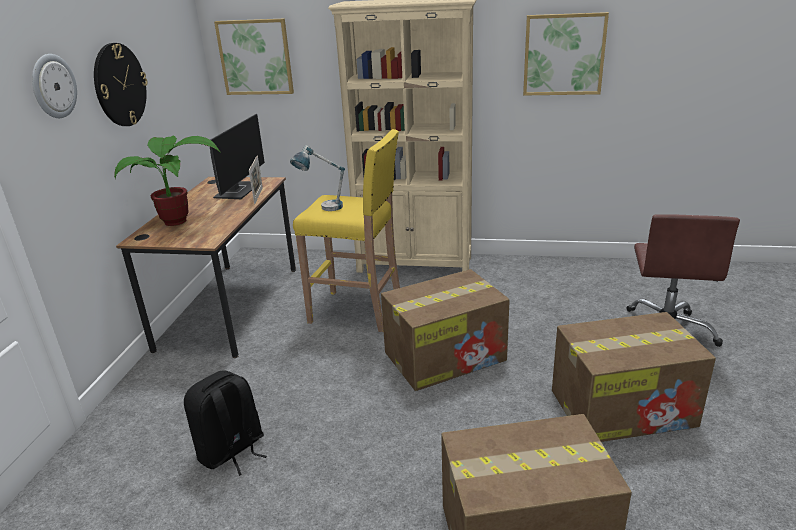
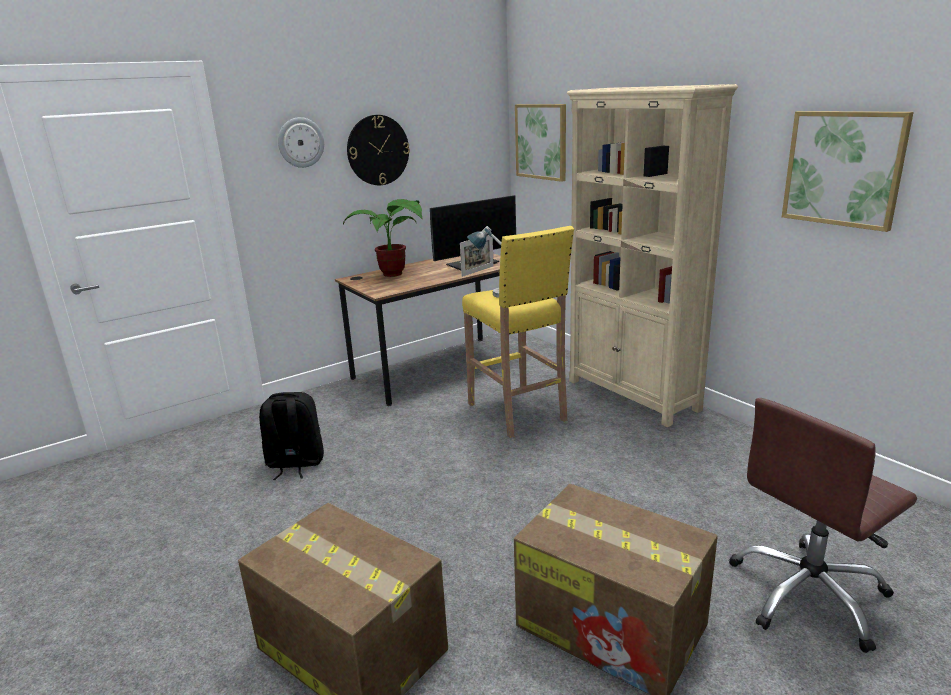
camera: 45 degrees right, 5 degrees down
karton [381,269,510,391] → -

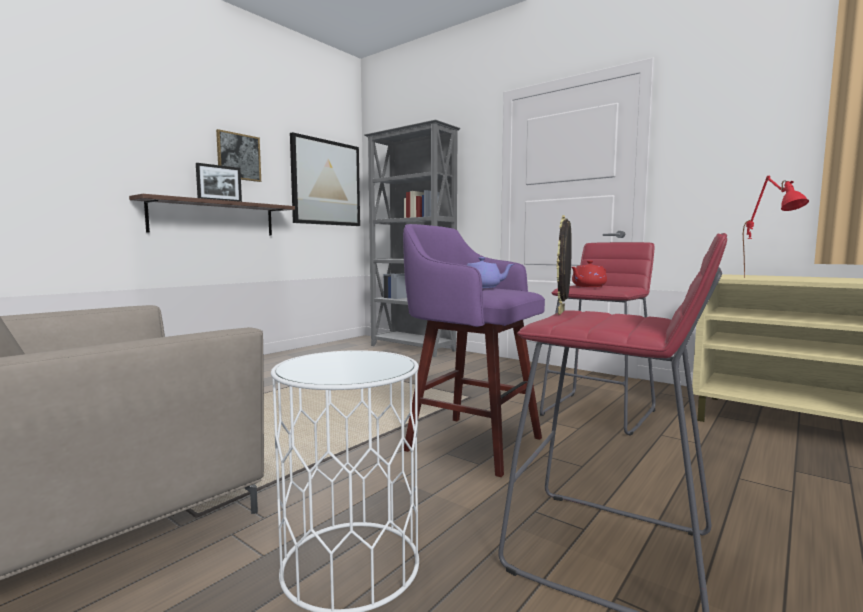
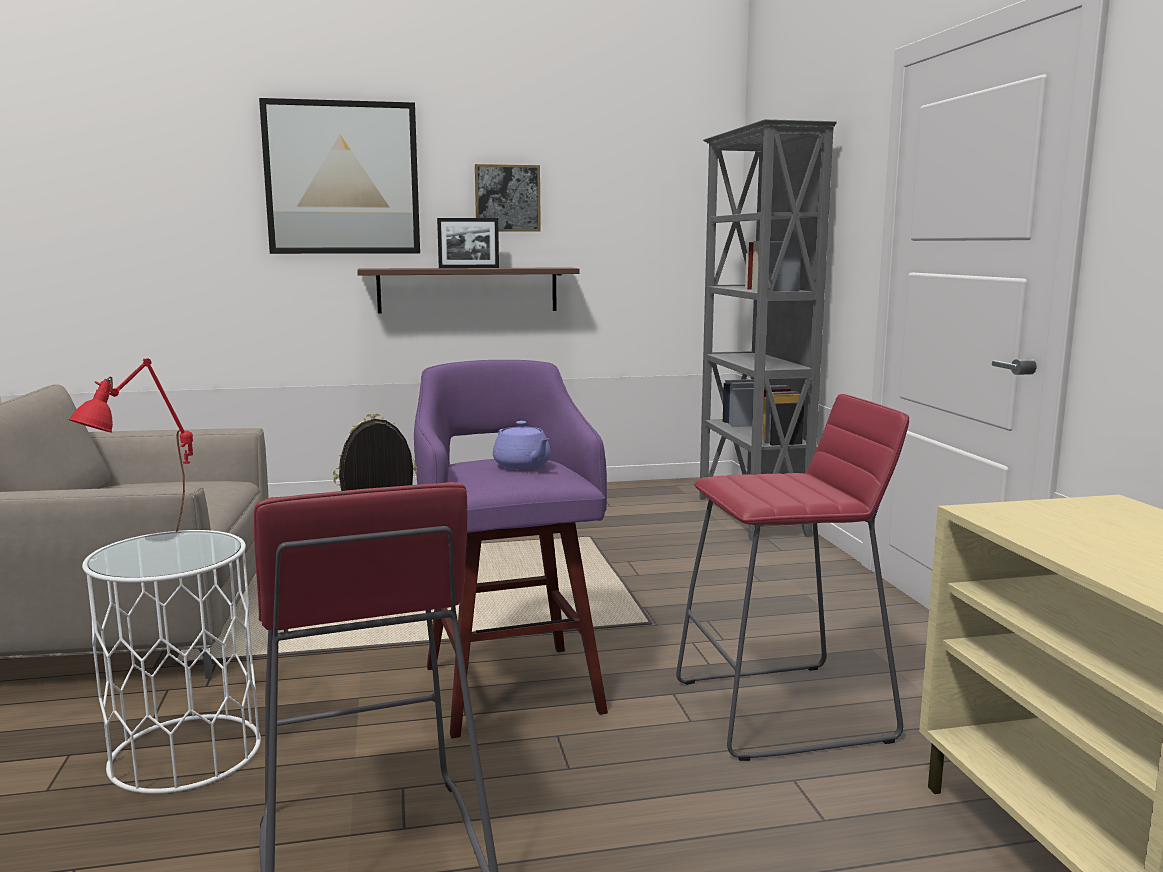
camera: 40 degrees right, 5 degrees up
imbryk/czerwony [571,260,607,287] → -
obraz [290,132,360,226] → obraz [259,98,420,254], relocated
lampa stołowa/czerwony [743,175,809,278] → lampa stołowa/czerwony [68,358,193,532], relocated

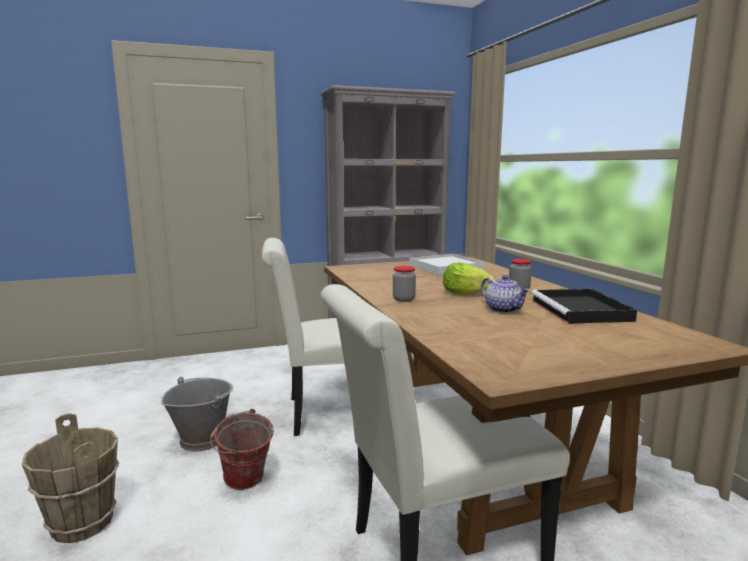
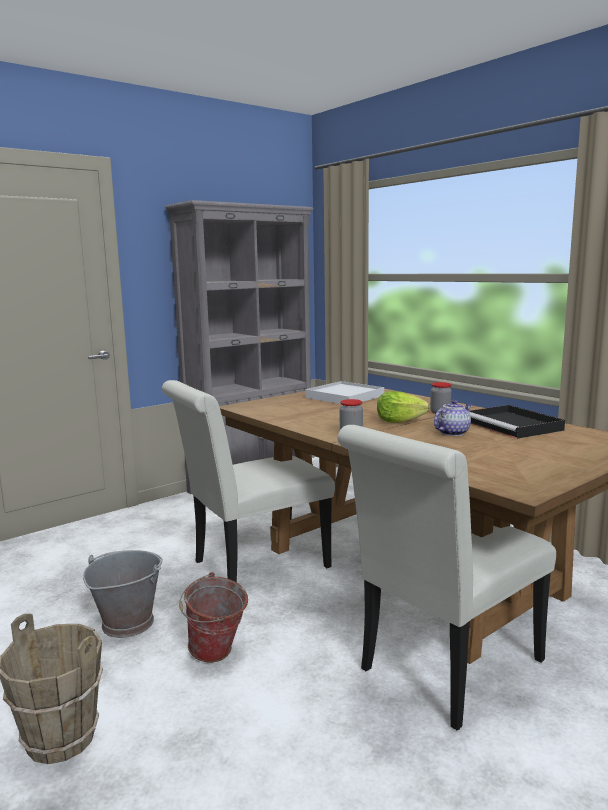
camera: 20 degrees left, 0 degrees up
imbryk [481,275,530,313] → imbryk [434,400,471,436], 75 degrees counterclockwise

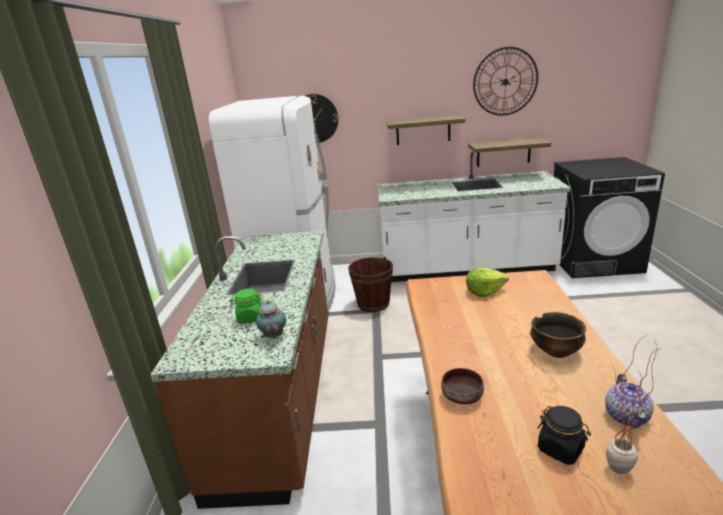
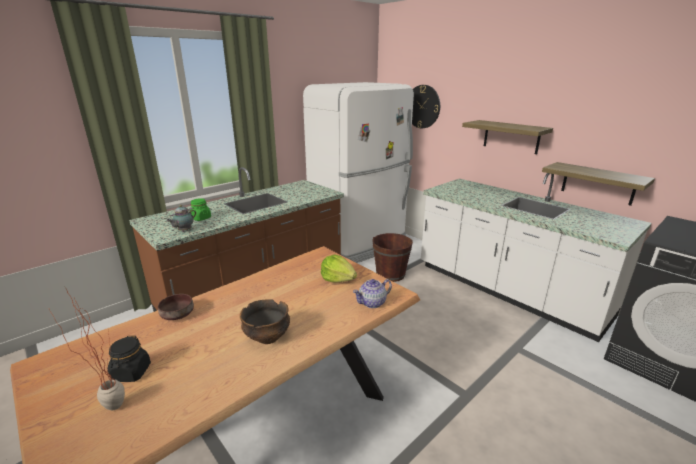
camera: 45 degrees right, 0 degrees up
zegar ścienny [473,47,538,116] → -
imbryk [605,374,654,428] → imbryk [353,279,392,308], relocated

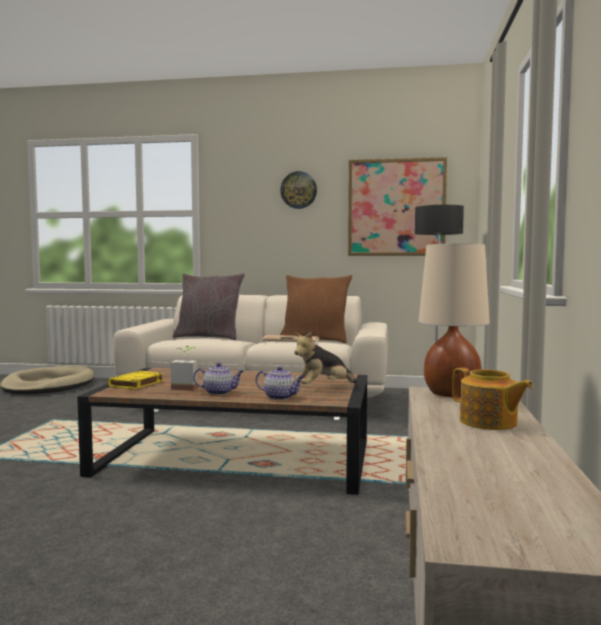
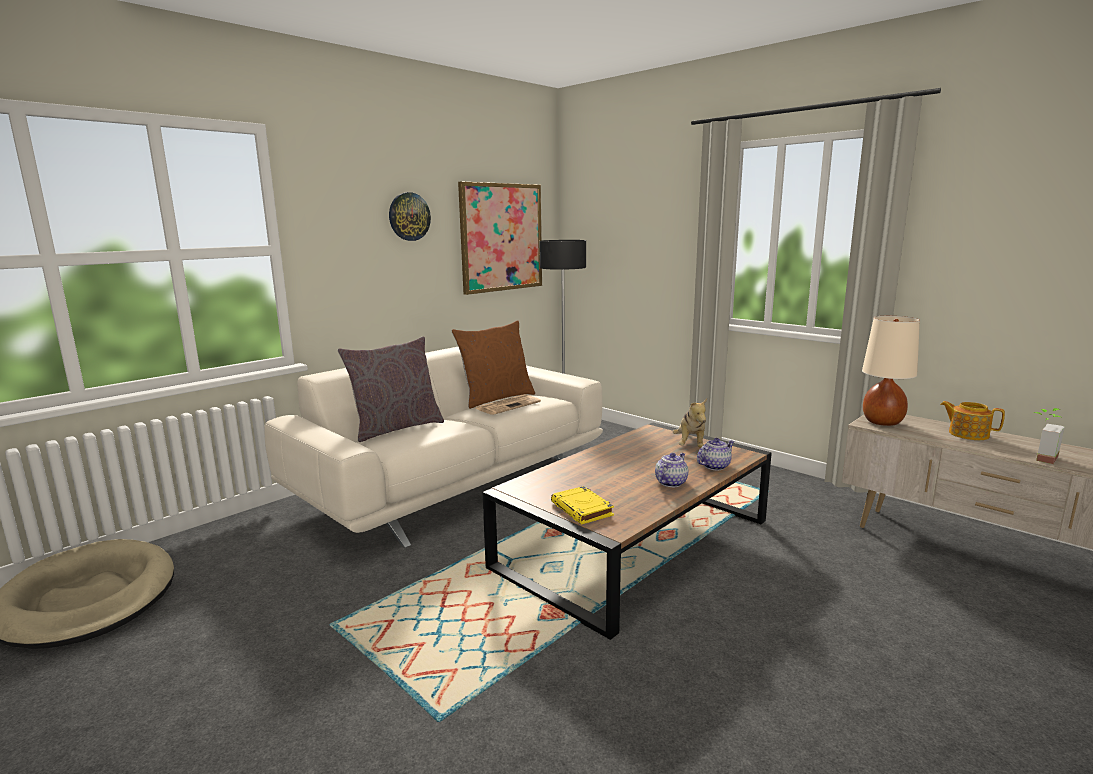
camera: 55 degrees left, 10 degrees up
roślina doniczkowa [171,346,198,391] → roślina doniczkowa [1033,408,1065,464], relocated
imbryk [452,367,533,430] → imbryk [940,401,1005,440], 135 degrees counterclockwise

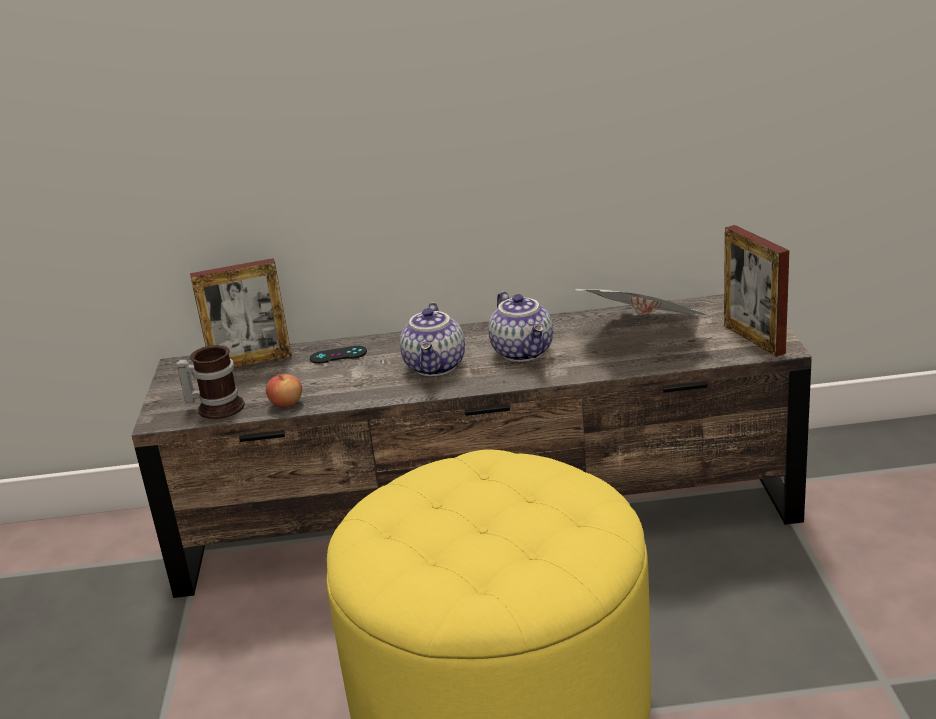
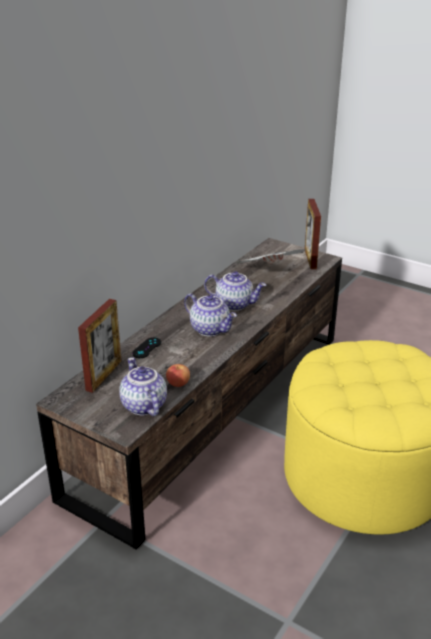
camera: 55 degrees left, 5 degrees up
kubek [176,345,245,419] → imbryk [119,357,167,416]
ramka na zdjęcie [724,225,789,357] → ramka na zdjęcie [305,199,321,269], 75 degrees clockwise

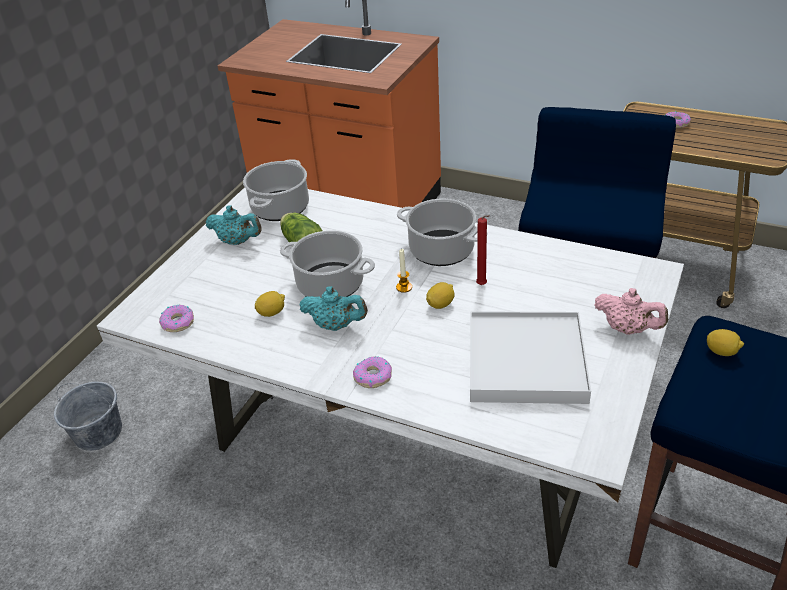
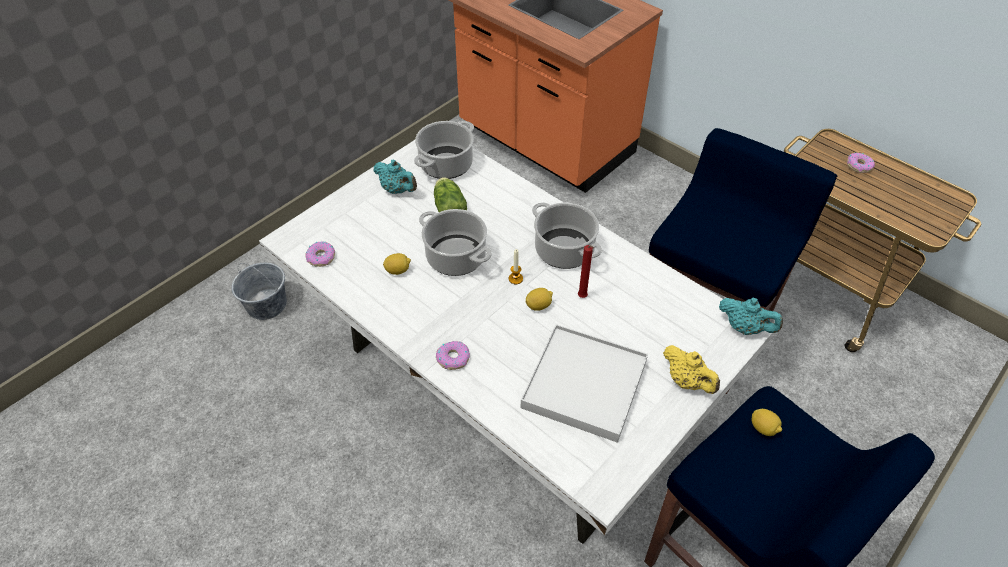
camera: 15 degrees right, 10 degrees up
imbryk/turkusowy [299,286,368,331] → imbryk/turkusowy [719,298,783,335], relocated
imbryk/różowy [594,288,668,335] → imbryk/żółty [663,345,720,394]

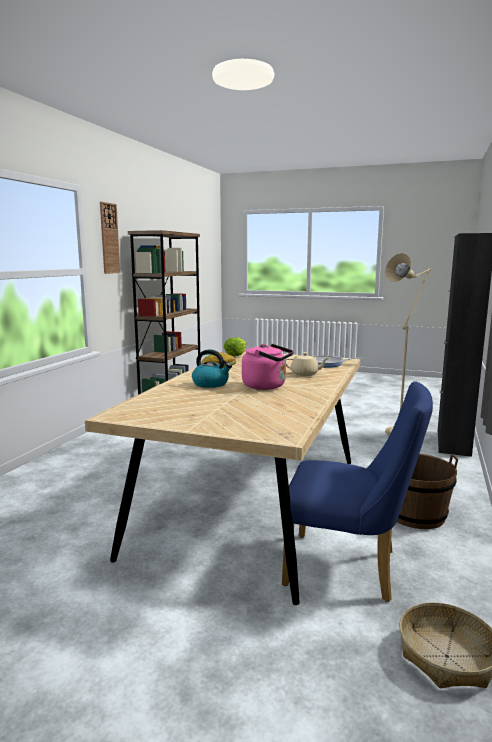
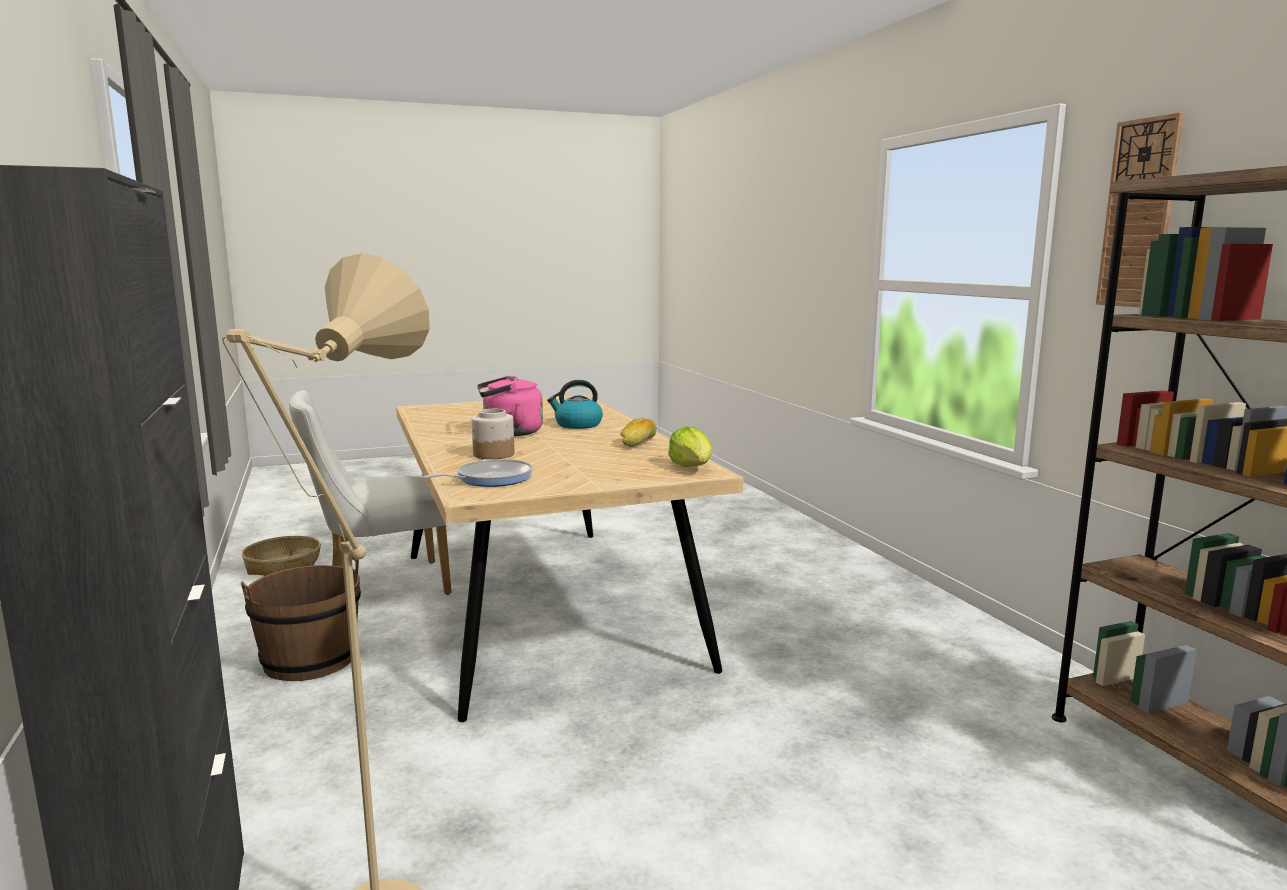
camera: 140 degrees right, 0 degrees up
imbryk/beżowy [286,352,329,376] → słoik [472,409,514,459]
krzesło/niebieski [282,381,433,602] → krzesło/biały [289,390,452,595]

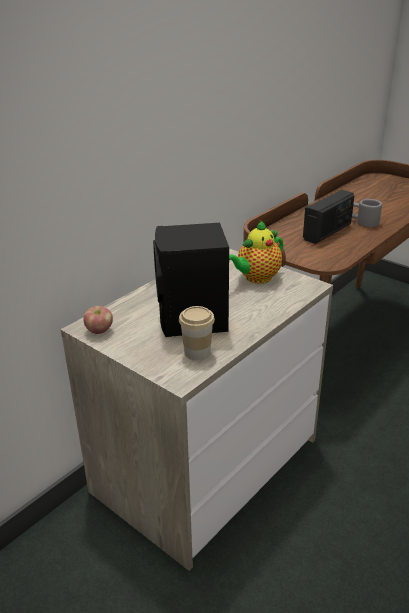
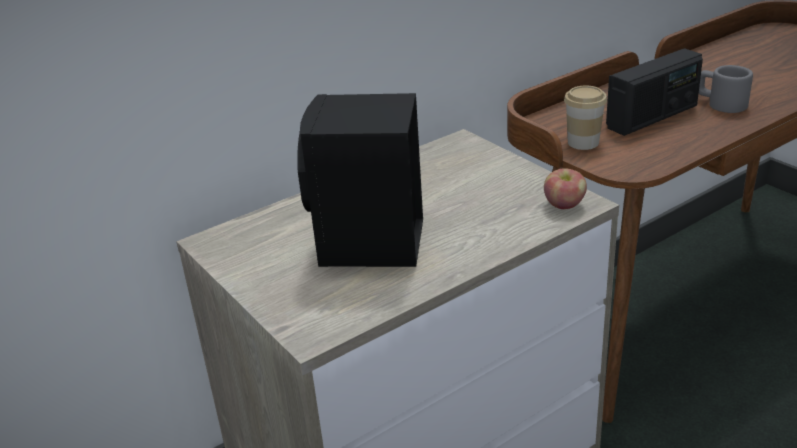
camera: 15 degrees right, 0 degrees up
imbryk [229,220,283,284] → -
jabłko [83,306,113,334] → jabłko [544,168,587,209], relocated
filiżanka [179,306,215,360] → filiżanka [564,86,607,150], relocated

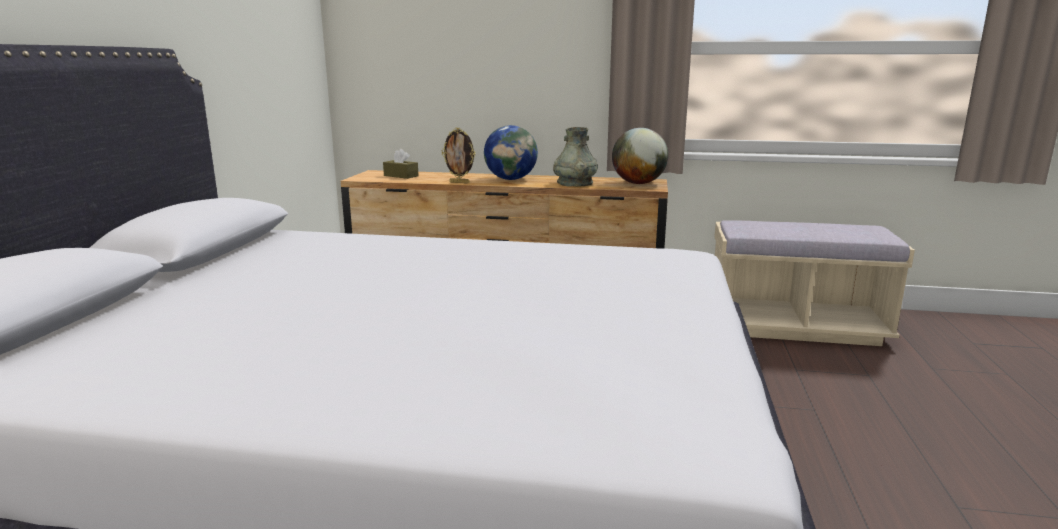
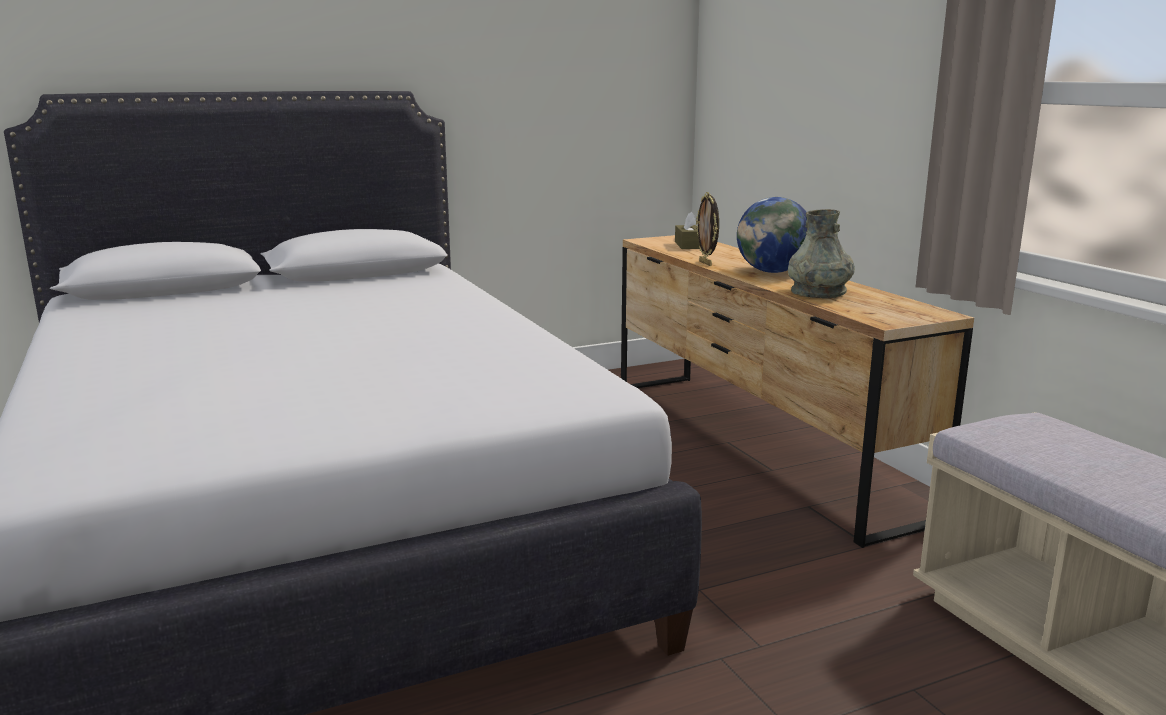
camera: 55 degrees right, 0 degrees up
globus [612,128,668,184] → -

